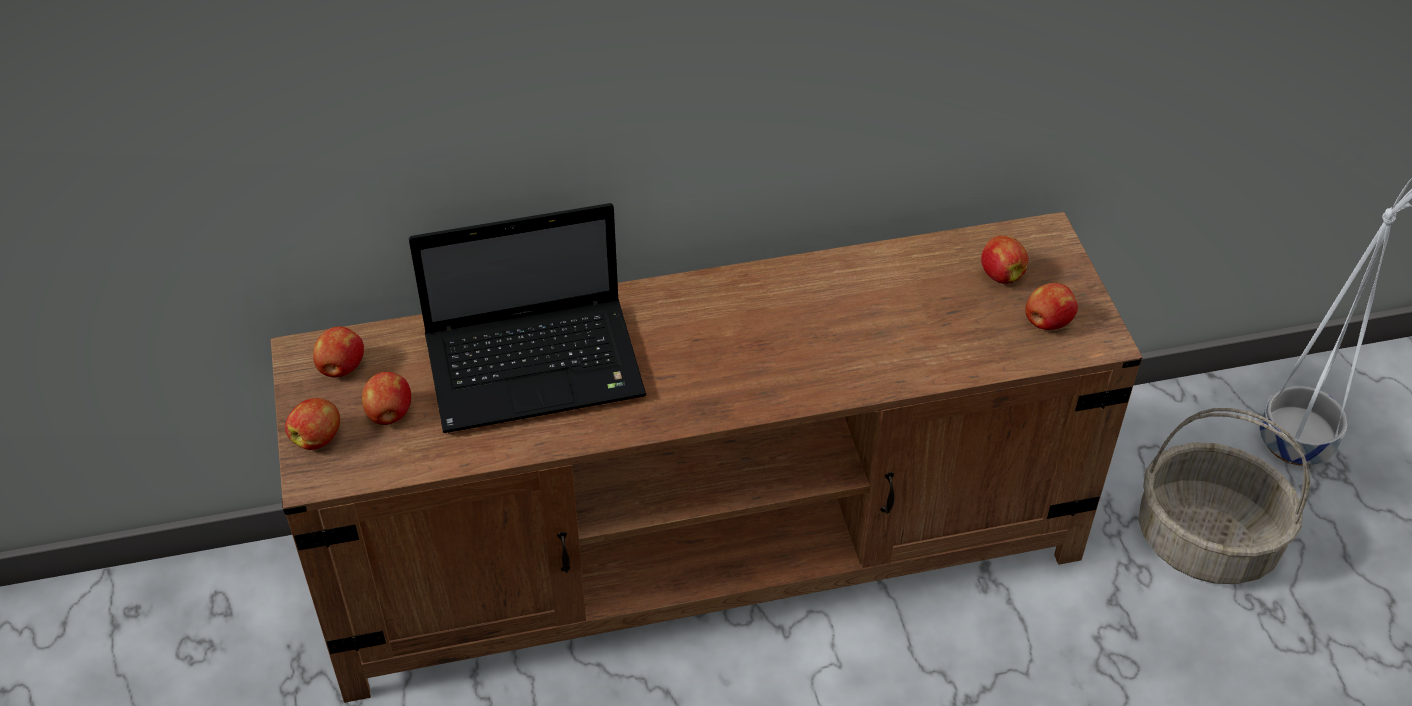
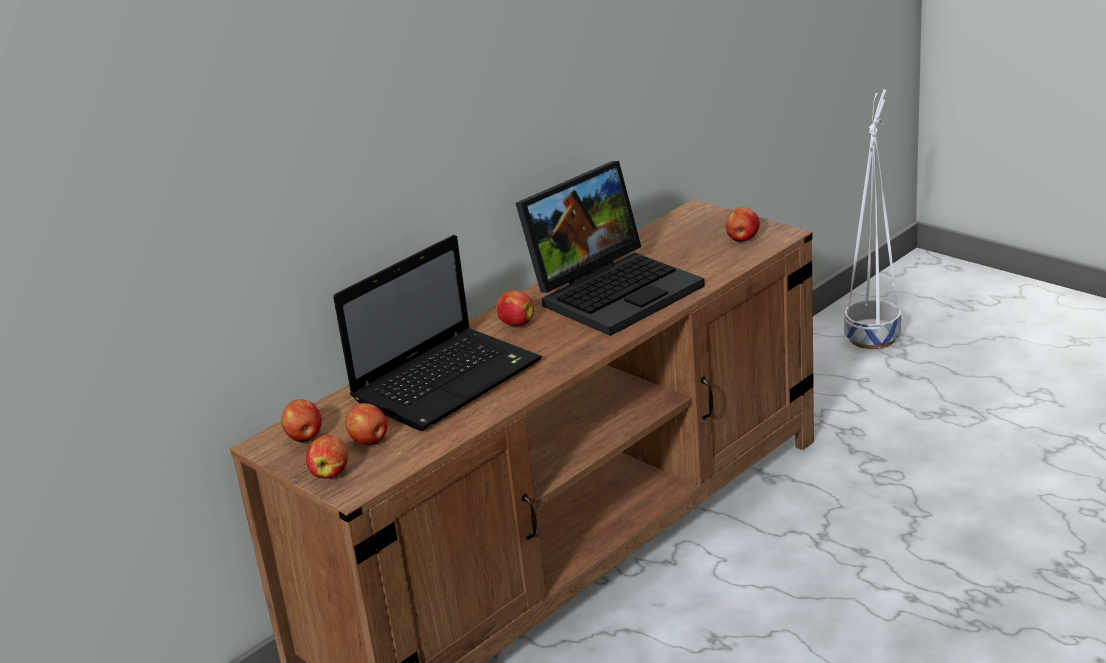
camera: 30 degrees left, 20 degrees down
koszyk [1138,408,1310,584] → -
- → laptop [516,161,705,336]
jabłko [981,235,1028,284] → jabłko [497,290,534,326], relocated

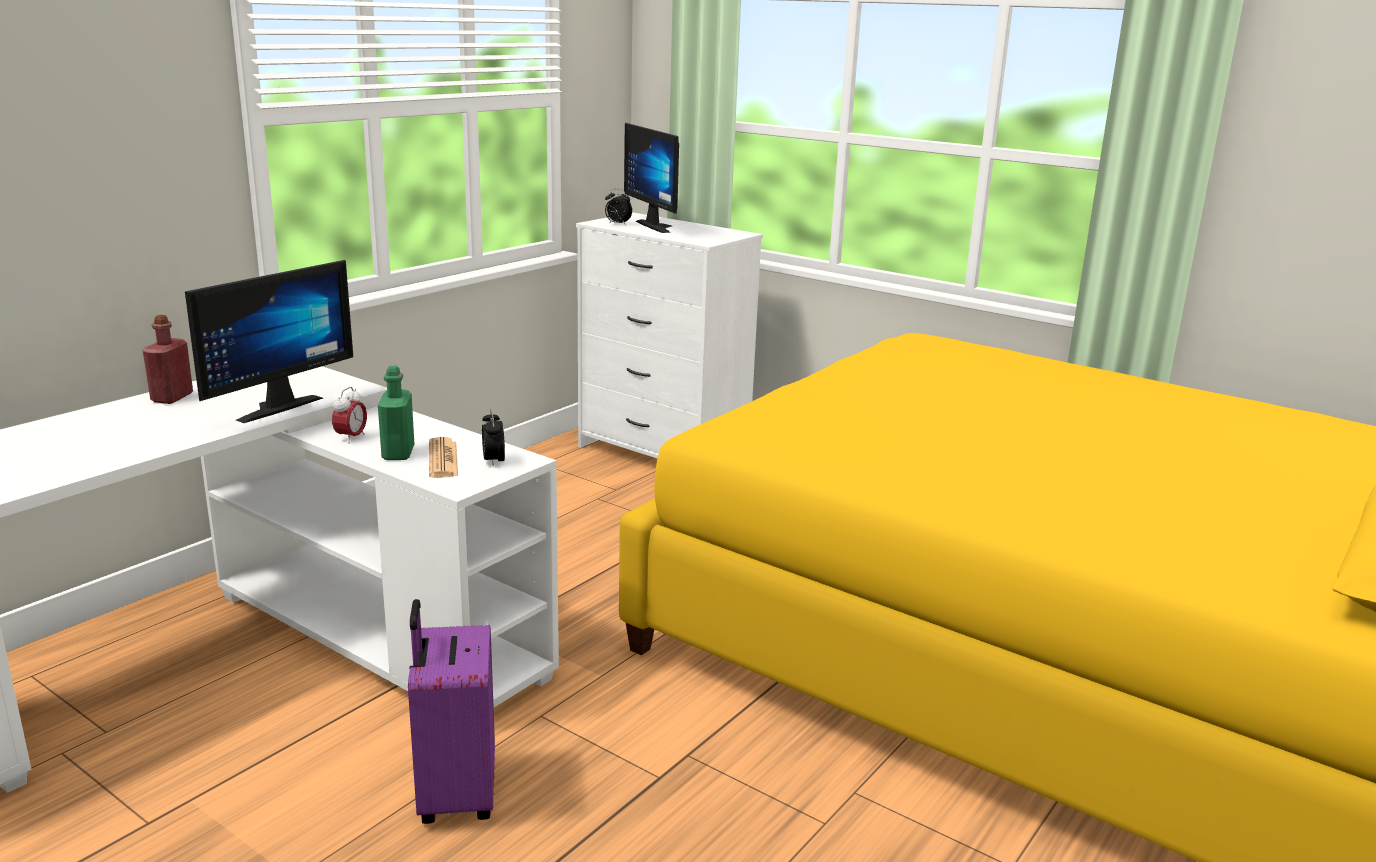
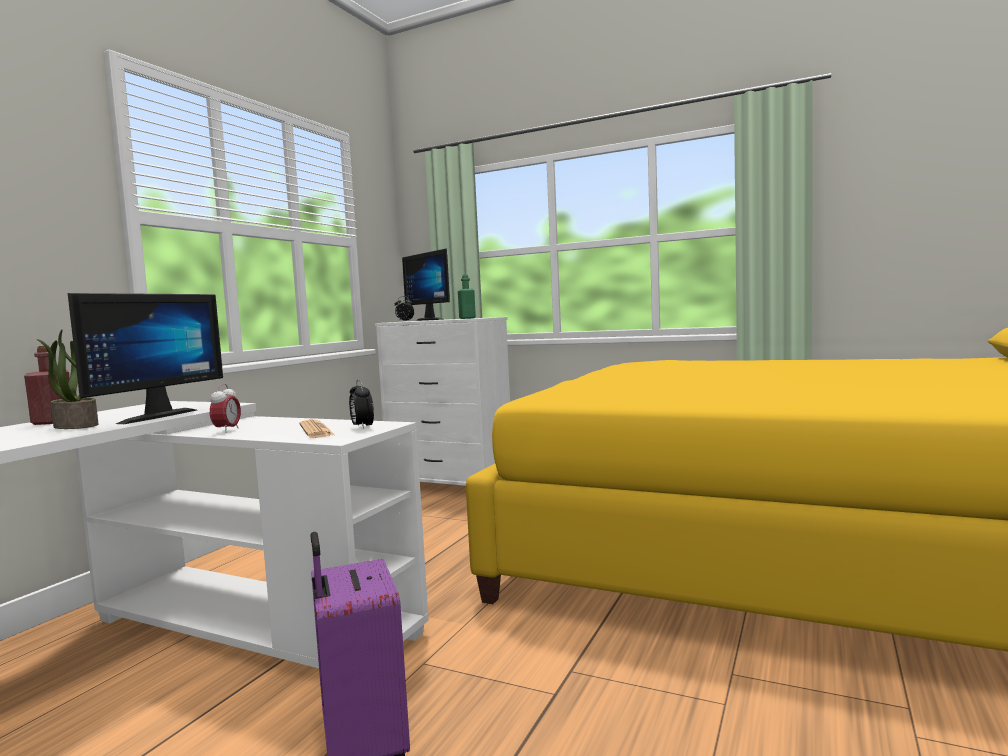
camera: 10 degrees left, 15 degrees down
- → roślina doniczkowa [37,329,98,429]
butelka/zielony [378,366,414,460] → butelka/zielony [458,274,476,319], relocated

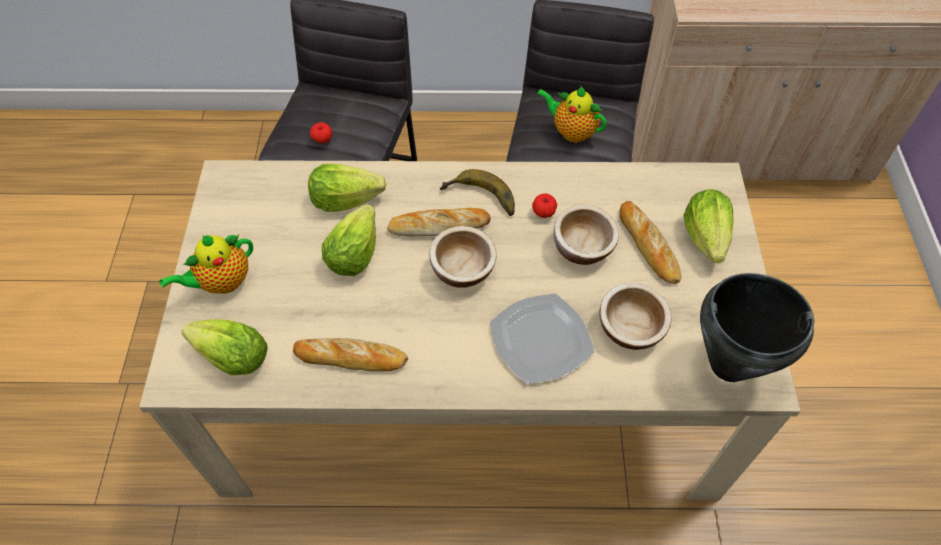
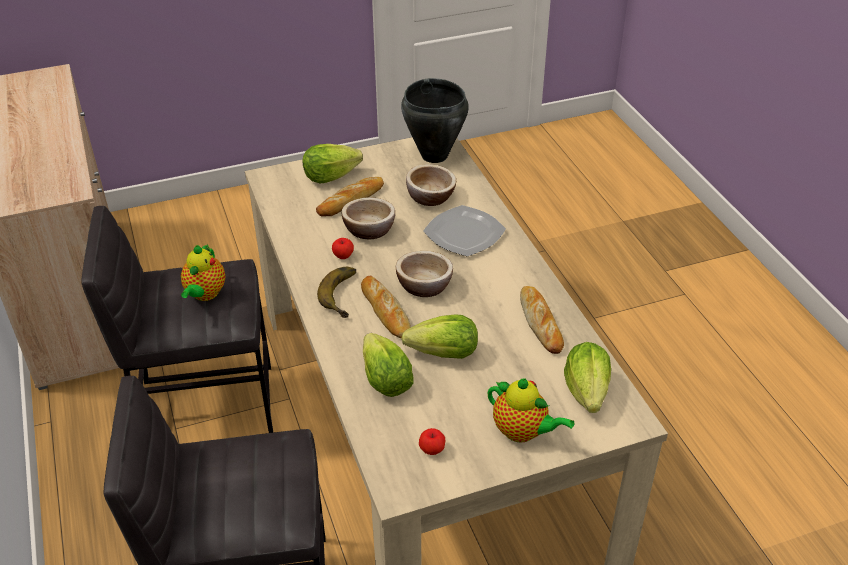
camera: 110 degrees left, 15 degrees down
jabłko [310,122,332,143] → jabłko [419,428,445,455], relocated

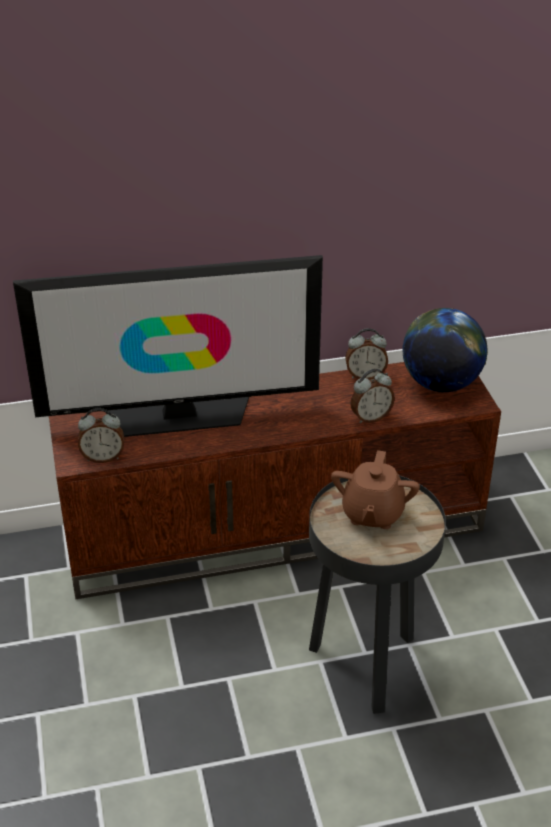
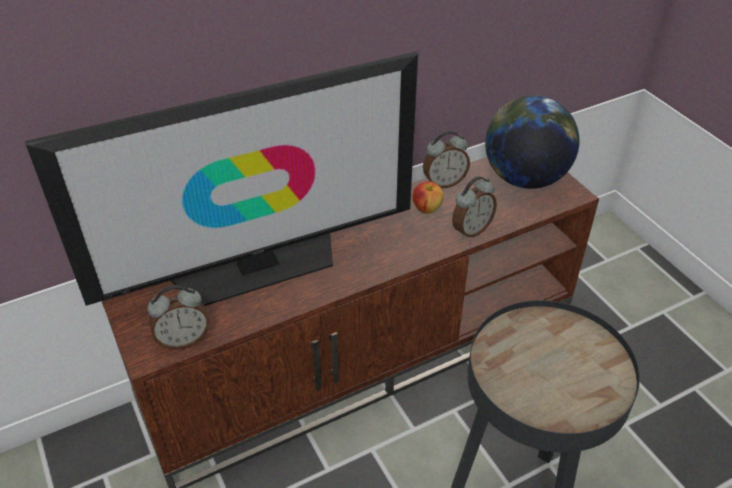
camera: 15 degrees left, 5 degrees up
imbryk/brązowy [331,450,420,529] → -
- → jabłko [413,181,444,214]

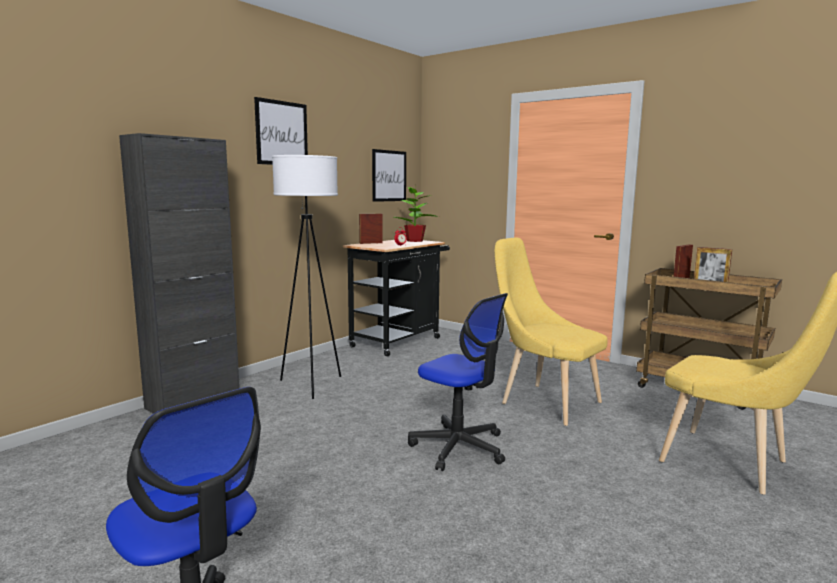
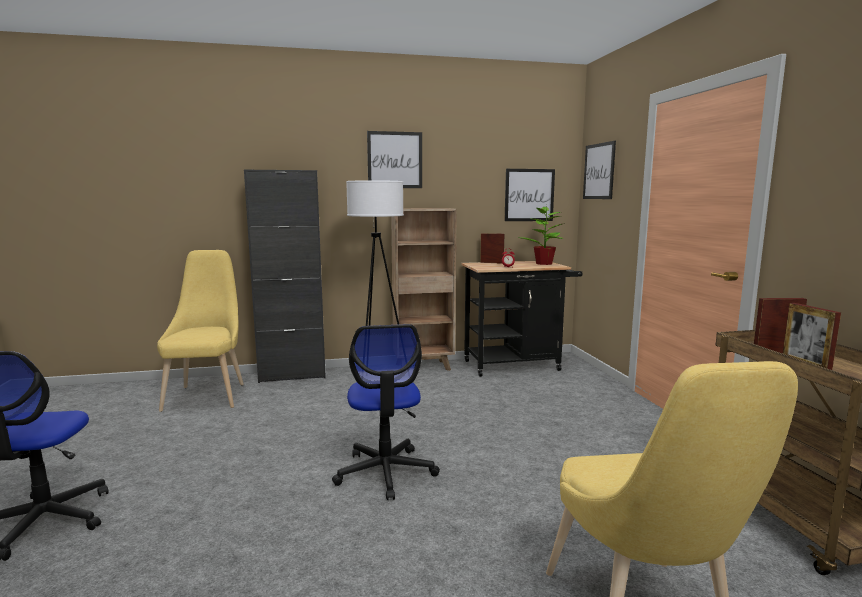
camera: 40 degrees right, 0 degrees up
- → regał/brązowy [391,208,457,371]
- → obraz [583,141,616,199]
krzesło/żółty [495,237,608,426] → krzesło/żółty [157,250,244,412], relocated

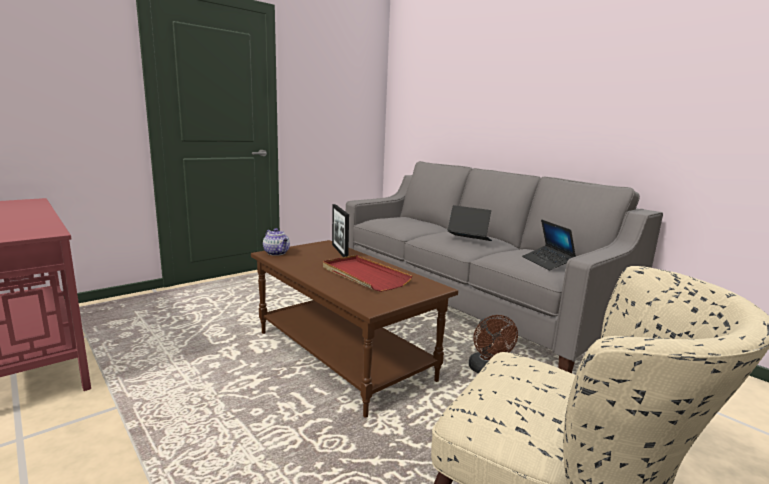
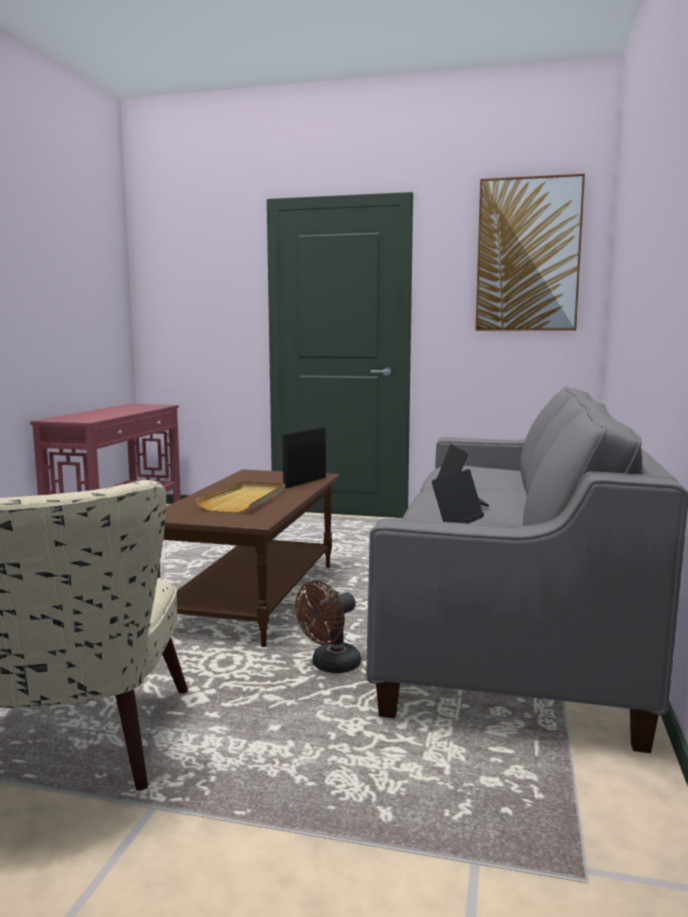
camera: 55 degrees right, 5 degrees down
imbryk [263,228,290,256] → -
- → obraz [475,174,585,331]
taca/czerwony [323,255,412,292] → taca/beżowy [195,481,285,513]

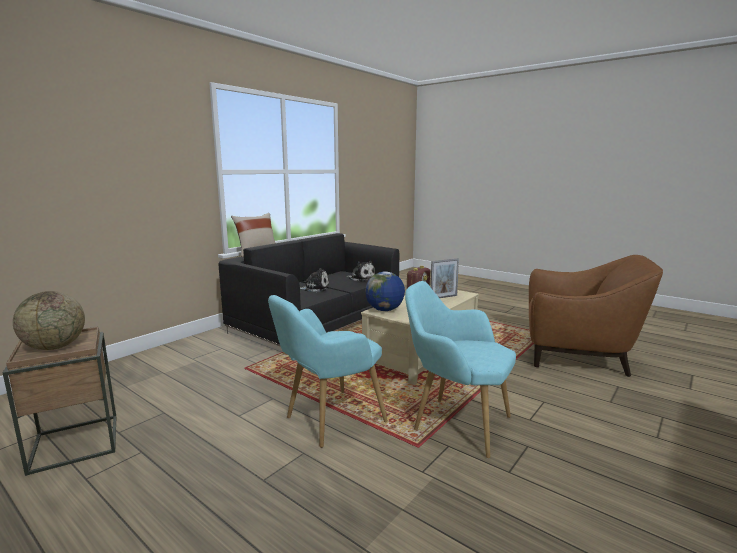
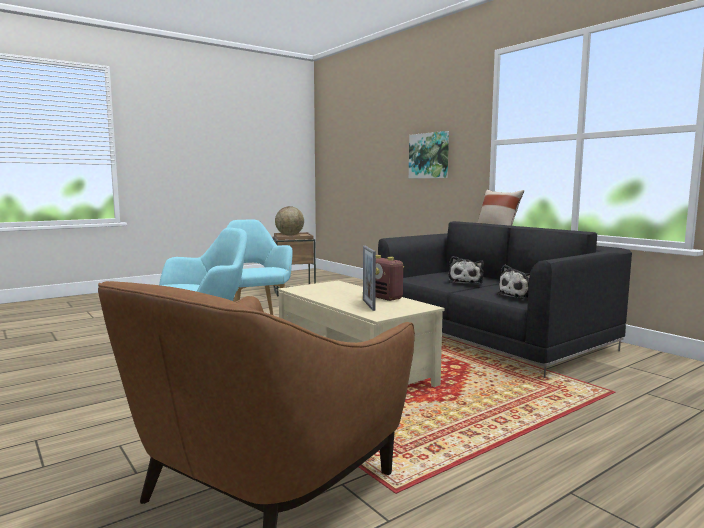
camera: 105 degrees right, 5 degrees down
globus [365,272,405,311] → -
- → obraz [409,131,449,178]

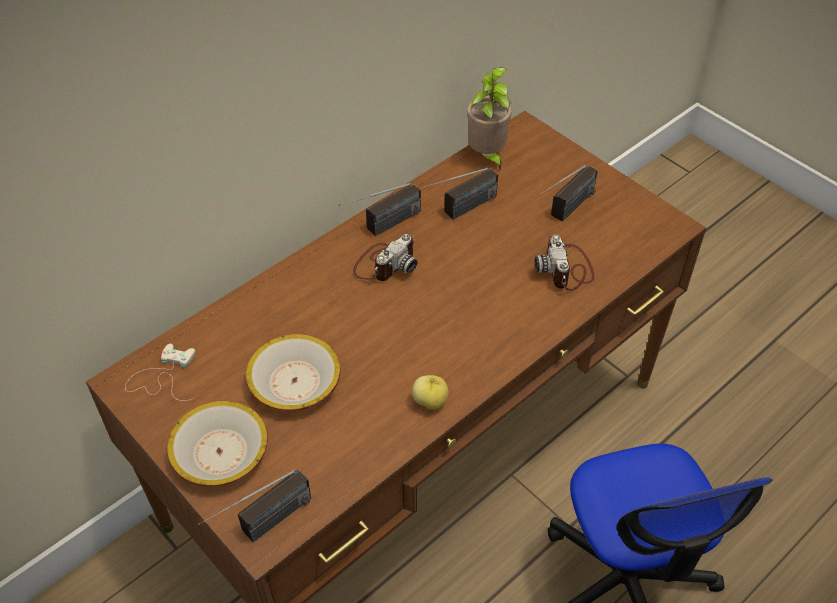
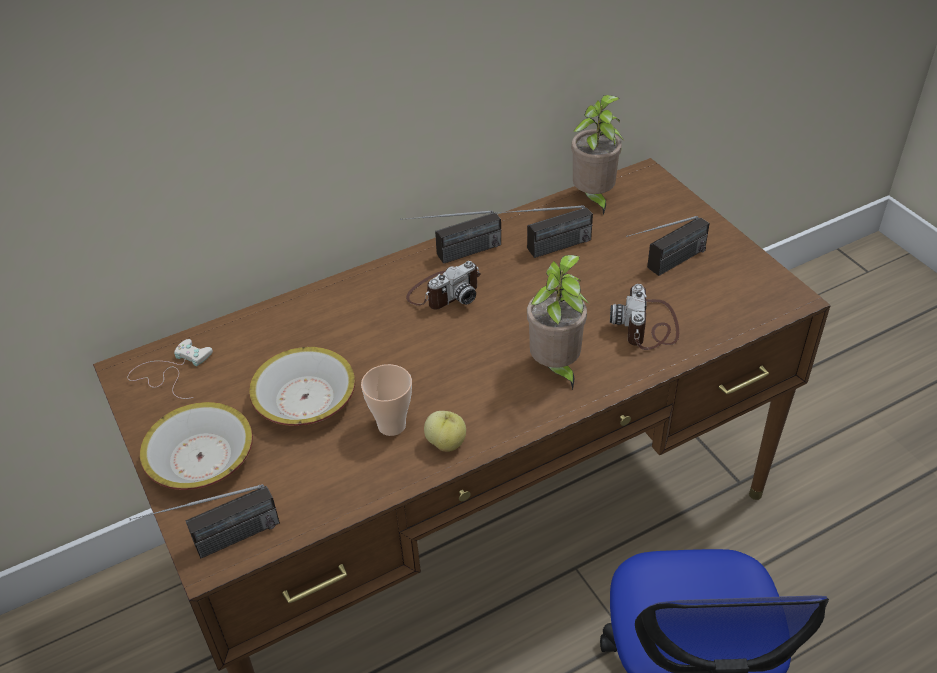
camera: 15 degrees right, 5 degrees down
- → filiżanka [361,364,412,436]
- → roślina doniczkowa [527,255,589,390]

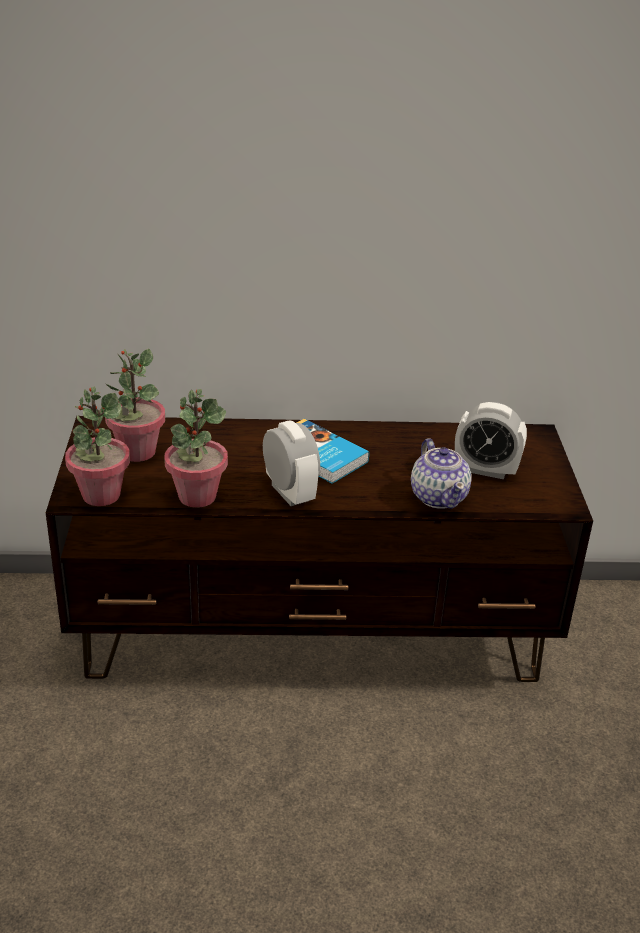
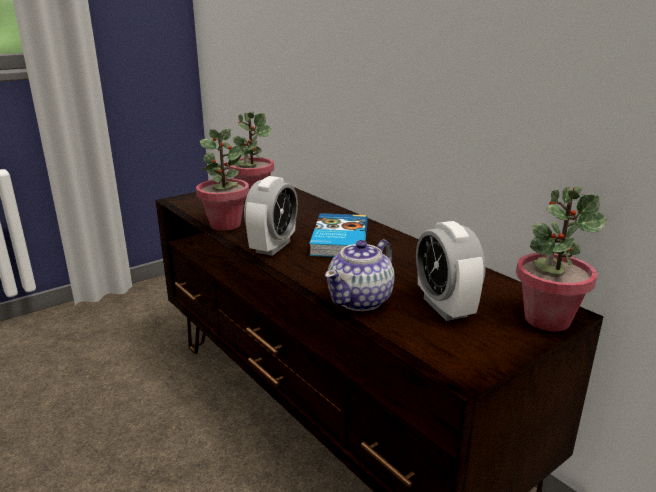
camera: 55 degrees right, 10 degrees down
roślina doniczkowa [65,387,130,506] → roślina doniczkowa [516,186,607,332], relocated

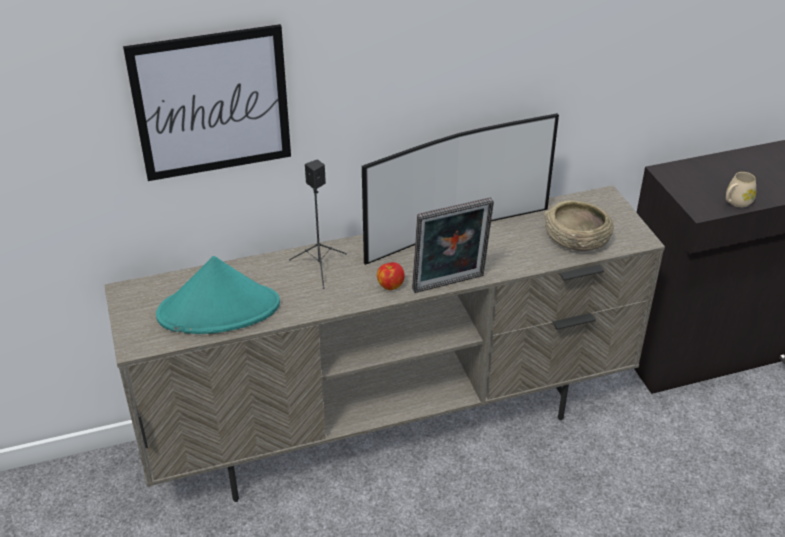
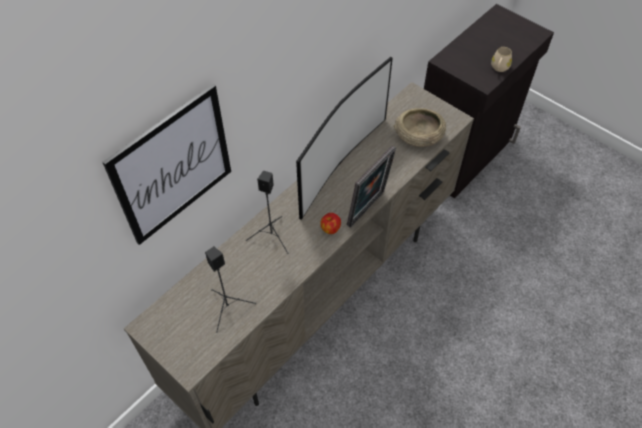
camera: 30 degrees left, 15 degrees up
kapelusz/turkusowy [156,256,280,334] → głośnik/czarny [205,246,256,333]

